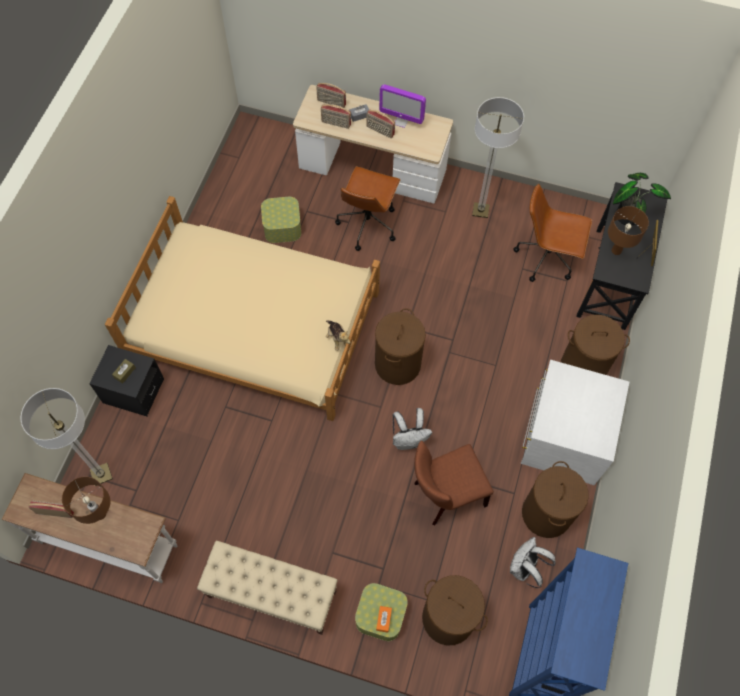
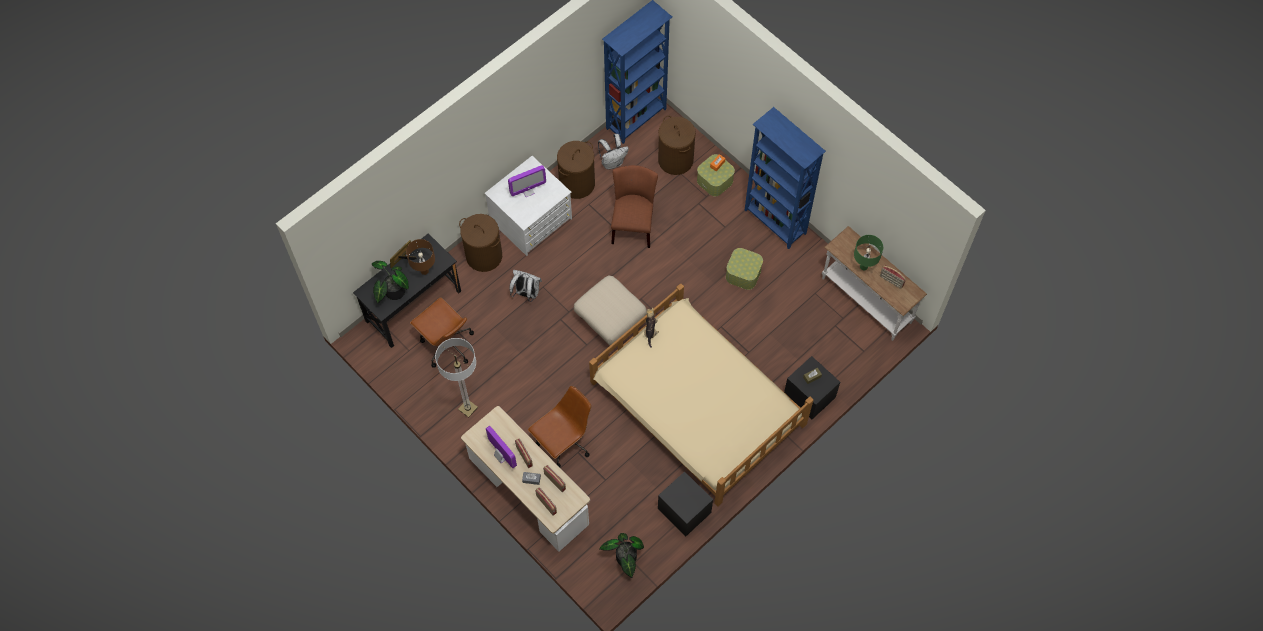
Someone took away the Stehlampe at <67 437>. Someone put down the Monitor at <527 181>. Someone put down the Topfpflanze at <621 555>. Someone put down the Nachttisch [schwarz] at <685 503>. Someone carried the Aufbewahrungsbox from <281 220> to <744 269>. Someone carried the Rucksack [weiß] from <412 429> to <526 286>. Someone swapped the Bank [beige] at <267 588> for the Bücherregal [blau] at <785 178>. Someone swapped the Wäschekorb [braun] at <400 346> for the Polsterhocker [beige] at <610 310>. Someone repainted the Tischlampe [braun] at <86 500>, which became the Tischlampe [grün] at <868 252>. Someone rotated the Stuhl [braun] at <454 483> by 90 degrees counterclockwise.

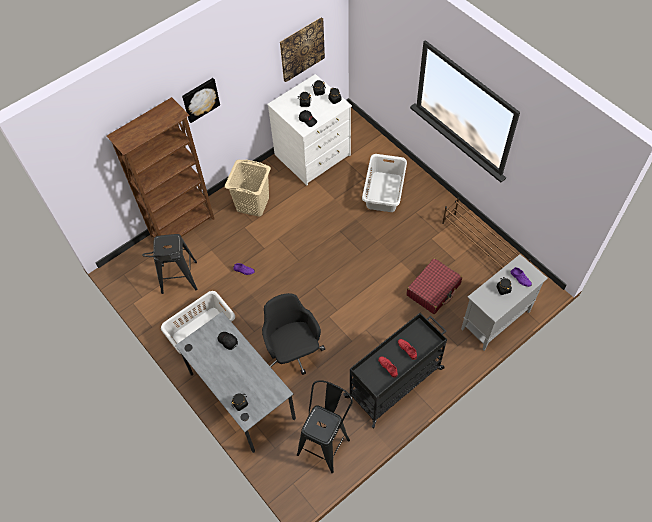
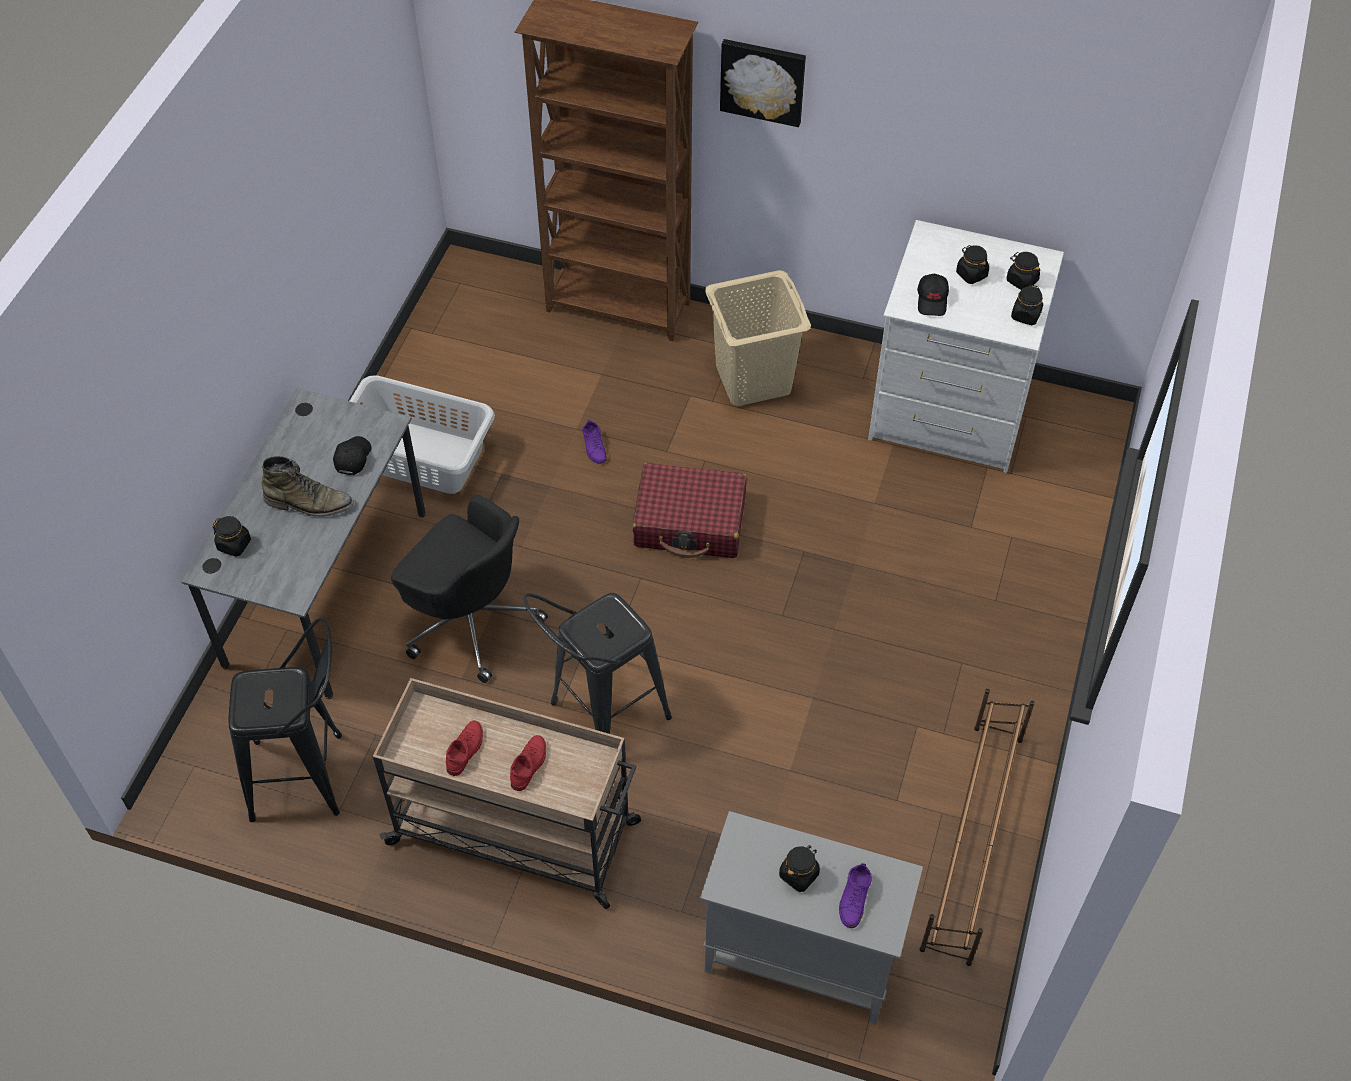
Someone took away the Bild at <302 49>. Someone took away the Wäschekorb [grau] at <384 183>. Someone put down the Stiefel [grün] at <308 486>. Someone carried the Hocker [schwarz] from <170 264> to <597 663>. Someone carried the Koffer [rot] from <434 286> to <689 510>. Someone repainted the Rollwagen [schwarz] at <395 370>, which became the Rollwagen [beige] at <507 793>. Someone rotated the Bürostuhl [schwarz] at <293 334> by 90 degrees clockwise.

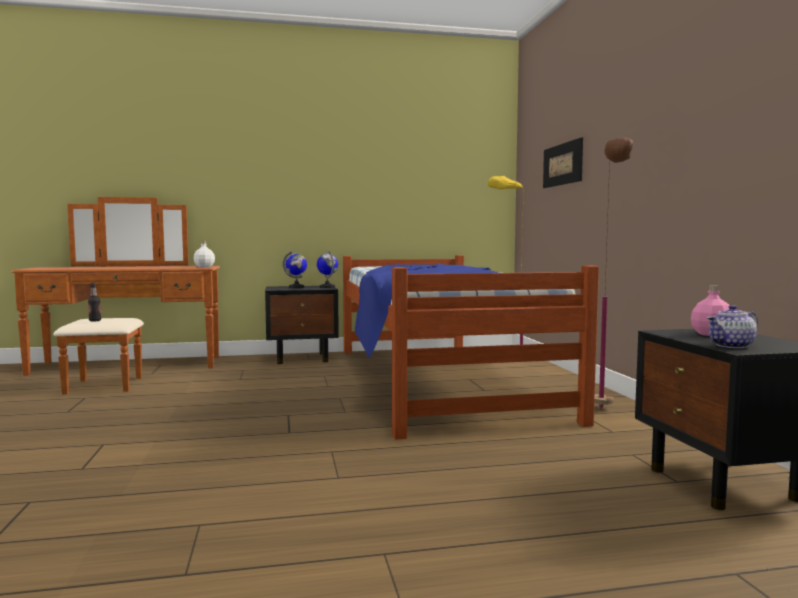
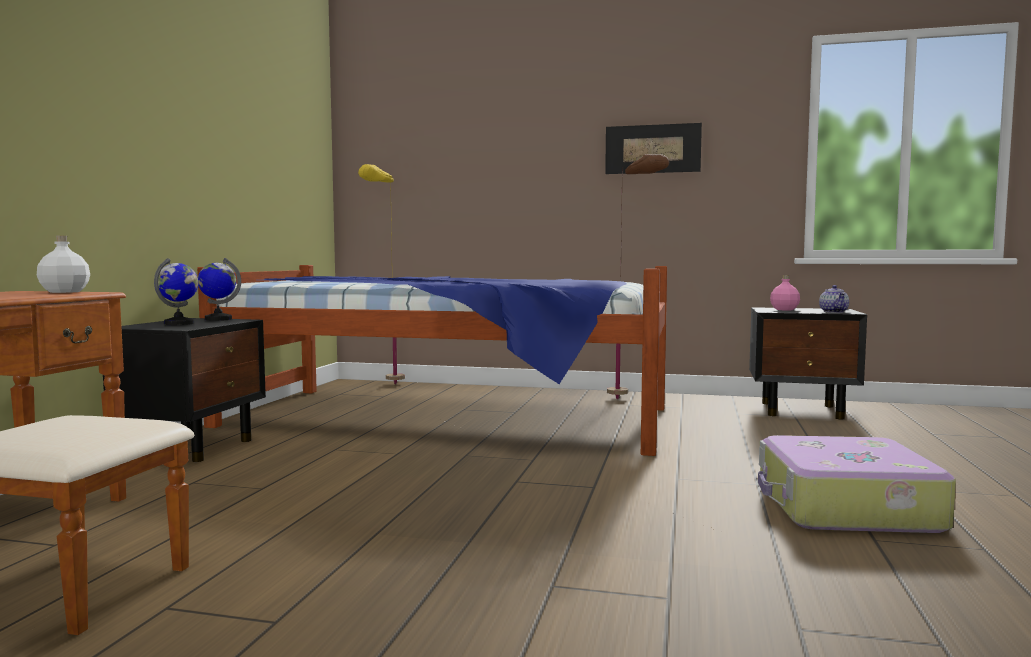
Someone took away the Flasche at <94 302>. Someone put down the Koffer at <857 484>. Someone carried the Bild from <563 162> to <653 148>.

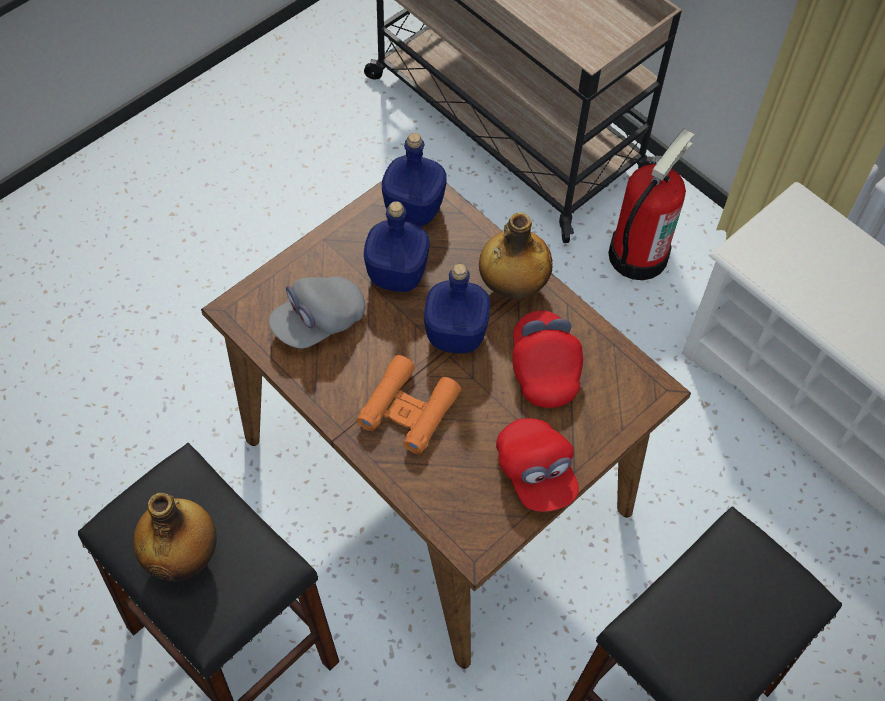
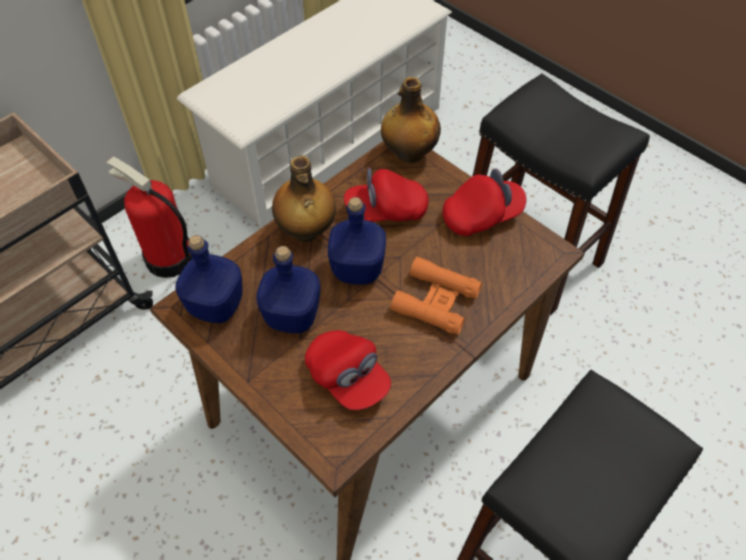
Someone carried the Flasche from <175 537> to <411 120>. Someone repainted the Kappe [grau] at <317 312>, which became the Kappe [rot] at <348 370>.

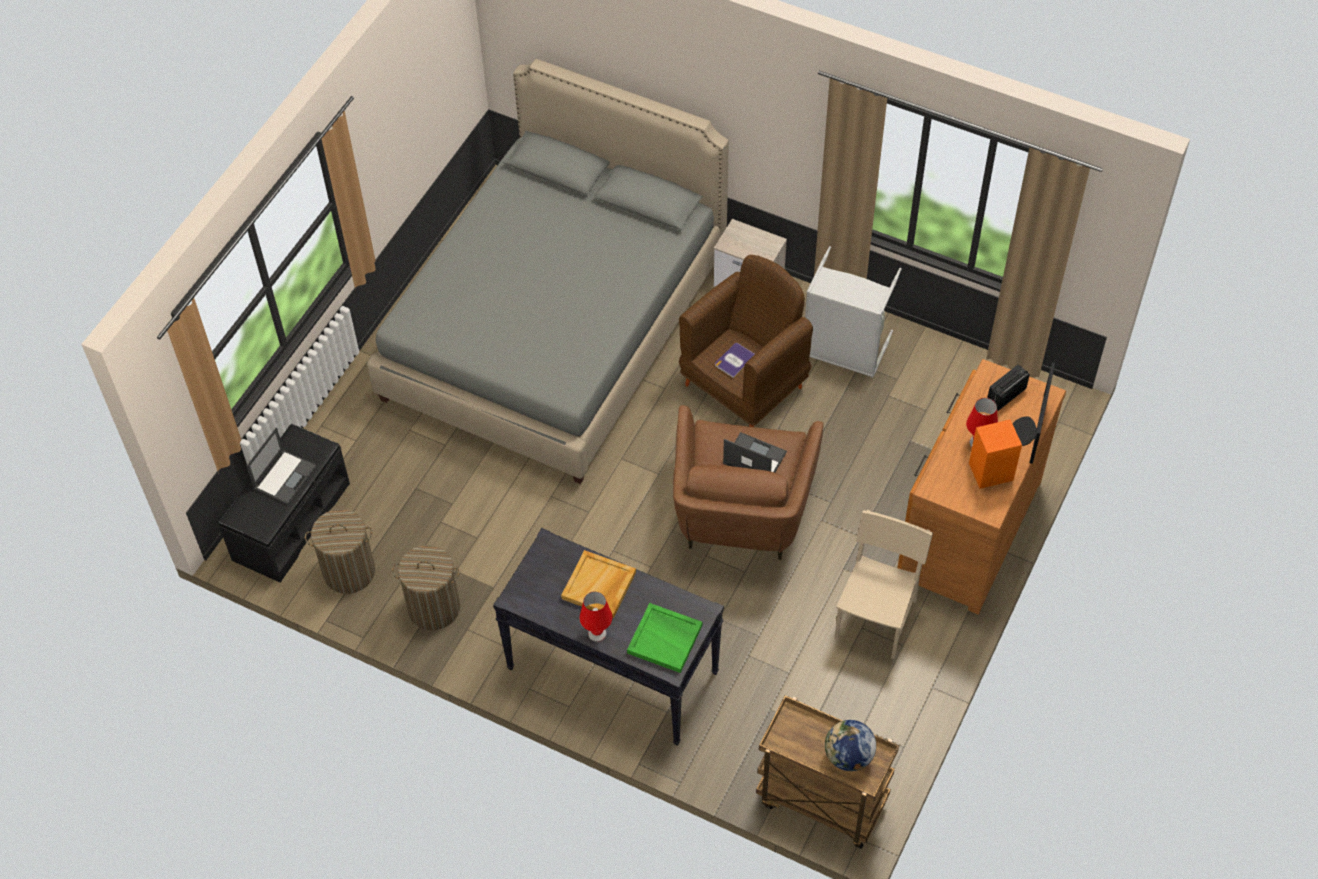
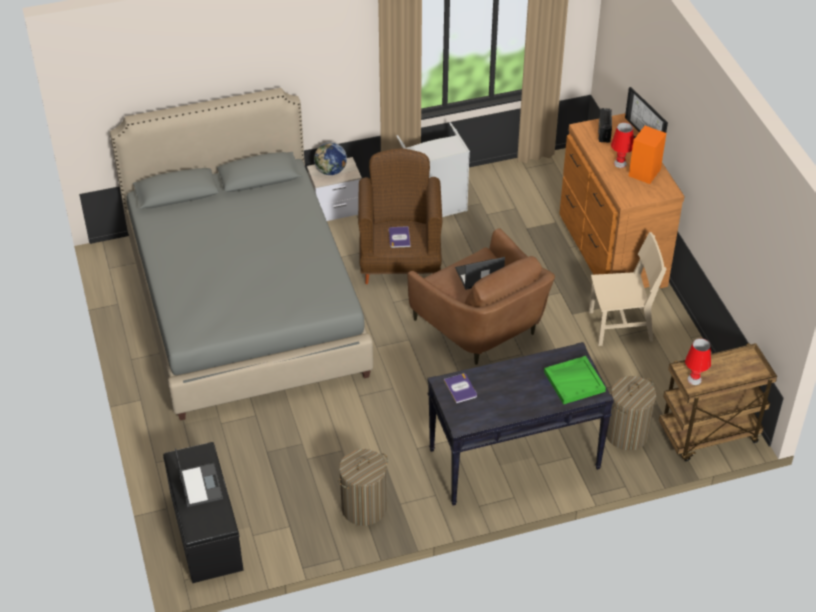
Someone took away the Tablett [beige] at <598 584>. Someone put down the Buch at <460 388>. Someone carried the Wäschekorb from <340 551> to <631 413>. Someone carried the Tischlampe [rot] from <596 617> to <698 361>. Someone carried the Globus from <850 745> to <330 158>. Someone rotated the Stuhl [beige] at <883 584> by 105 degrees clockwise.

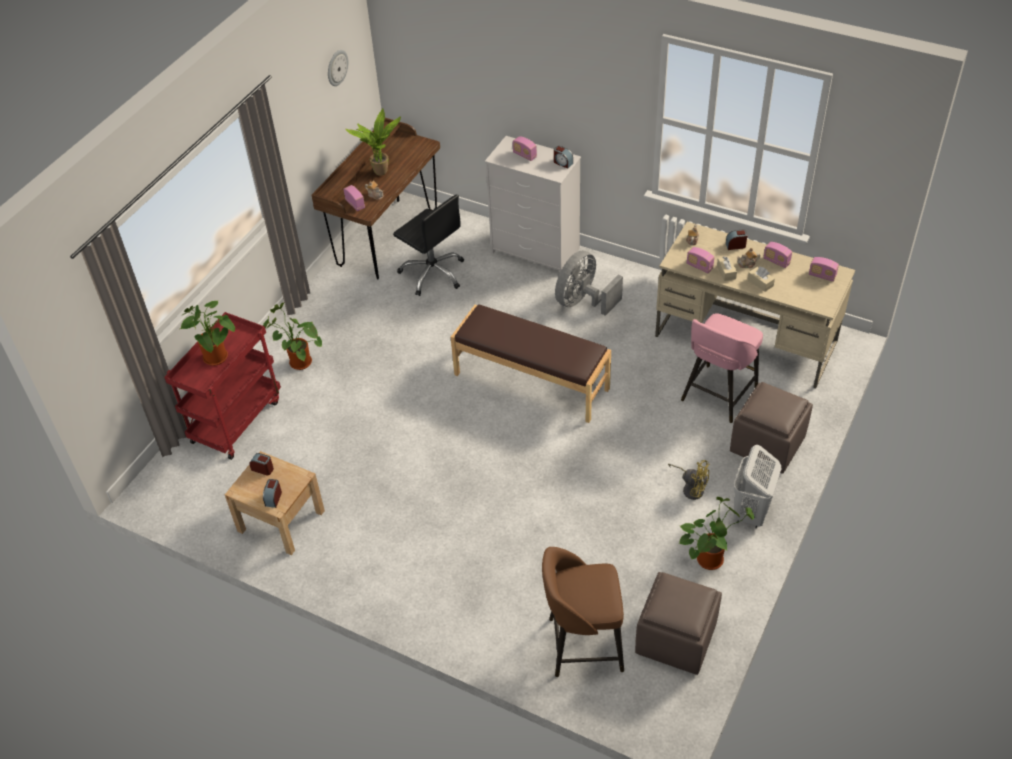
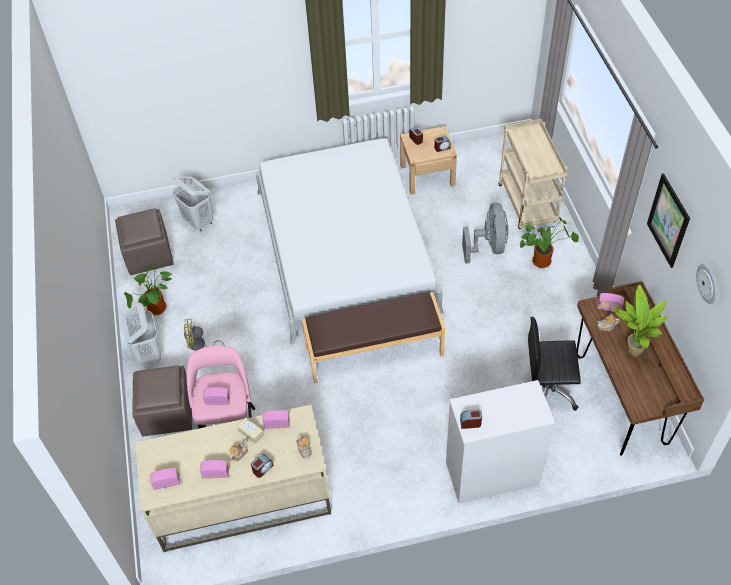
Someone took away the Topfpflanze at <207 333>. Someone took away the Taschentuchbox [beige] at <761 279>. Someone put down the Bett [weiß] at <350 241>. Someone put up the Bild at <668 220>. Someone carried the Radio from <525 148> to <216 396>. Someone carried the Ventilator [grau] from <589 283> to <485 233>. Someone swapped the Hocker [braun] at <583 612> for the Wäschekorb [weiß] at <192 204>. Someone repainted the Rollwagen [rot] at <222 386>, which became the Rollwagen [beige] at <533 174>.

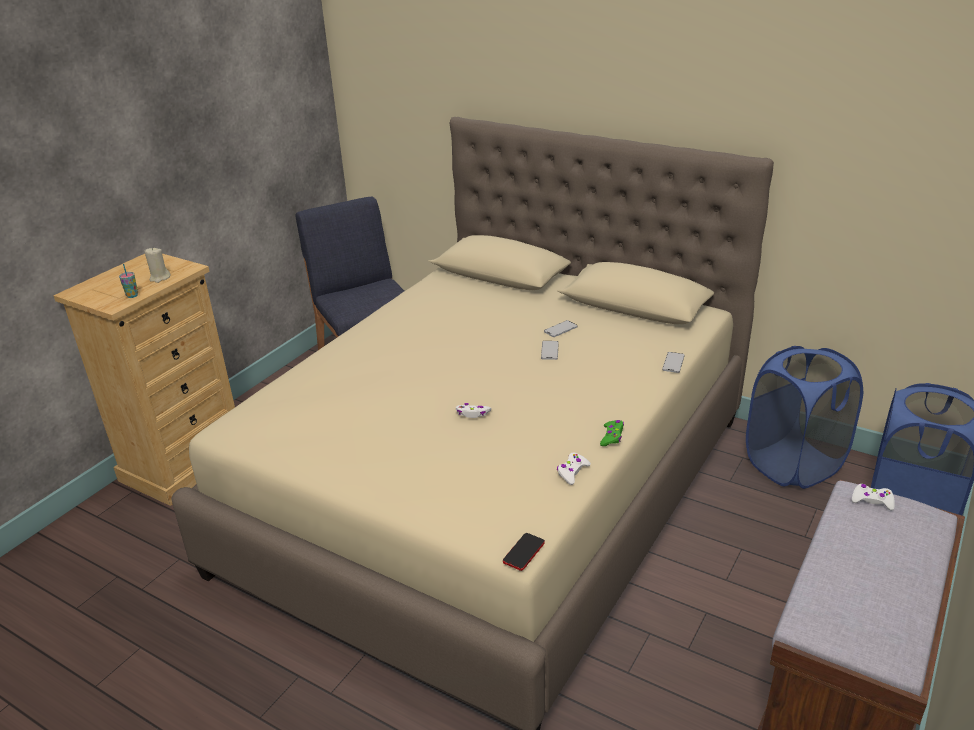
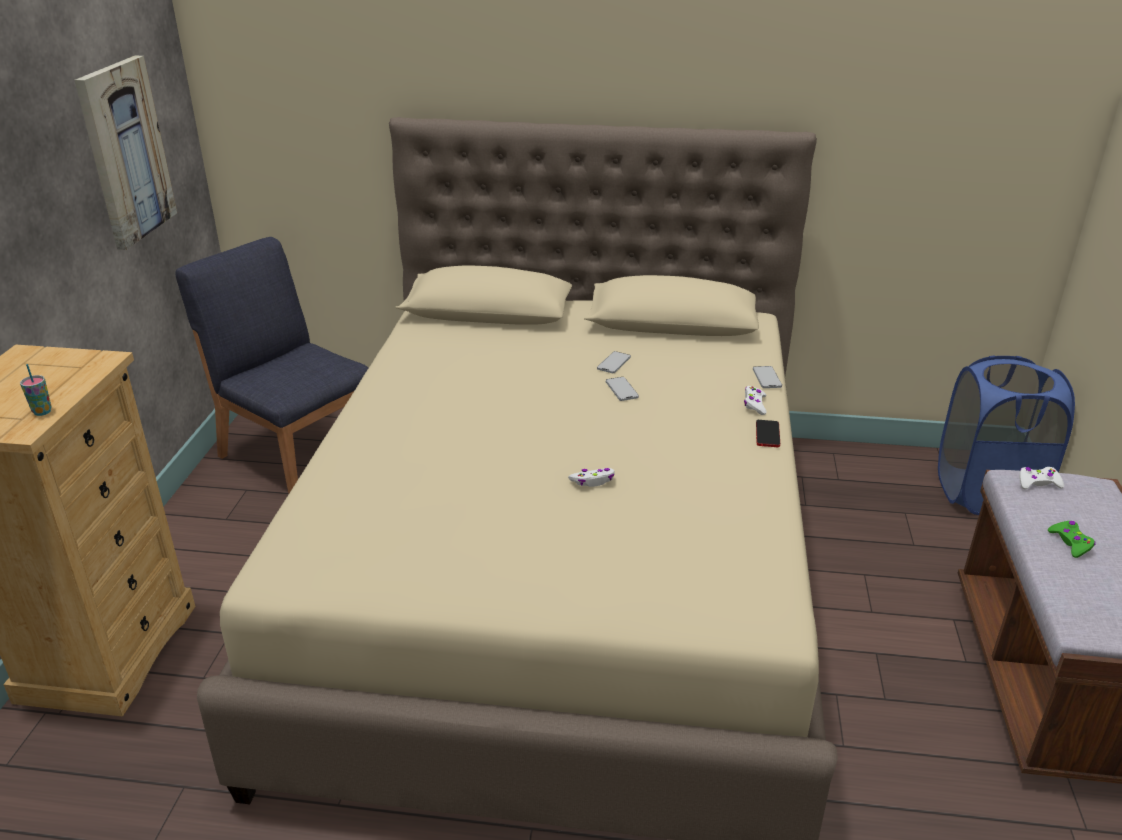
Someone took away the Kerze [beige] at <157 265>. Someone took away the Wäschekorb [blau] at <804 417>. Someone put up the Bild at <126 153>. Someone carried the Handy from <524 552> to <768 433>. Someone carried the Gamepad [weiß] from <574 468> to <755 400>. Someone carried the Gamepad [grün] from <612 433> to <1071 539>.

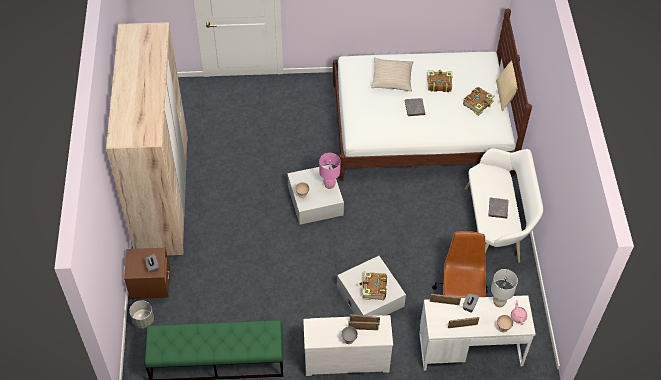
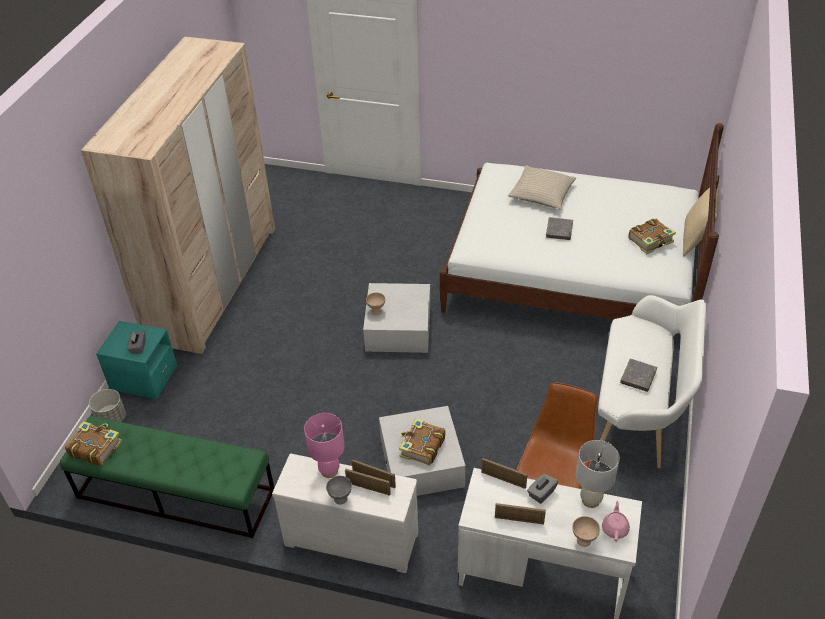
Someone carried the Tischlampe [rosa] from <330 171> to <324 445>. Someone carried the Buch from <440 81> to <93 443>. Someone repainted the Nachttisch [braun] at <147 273>, which became the Nachttisch [türkis] at <136 360>.

